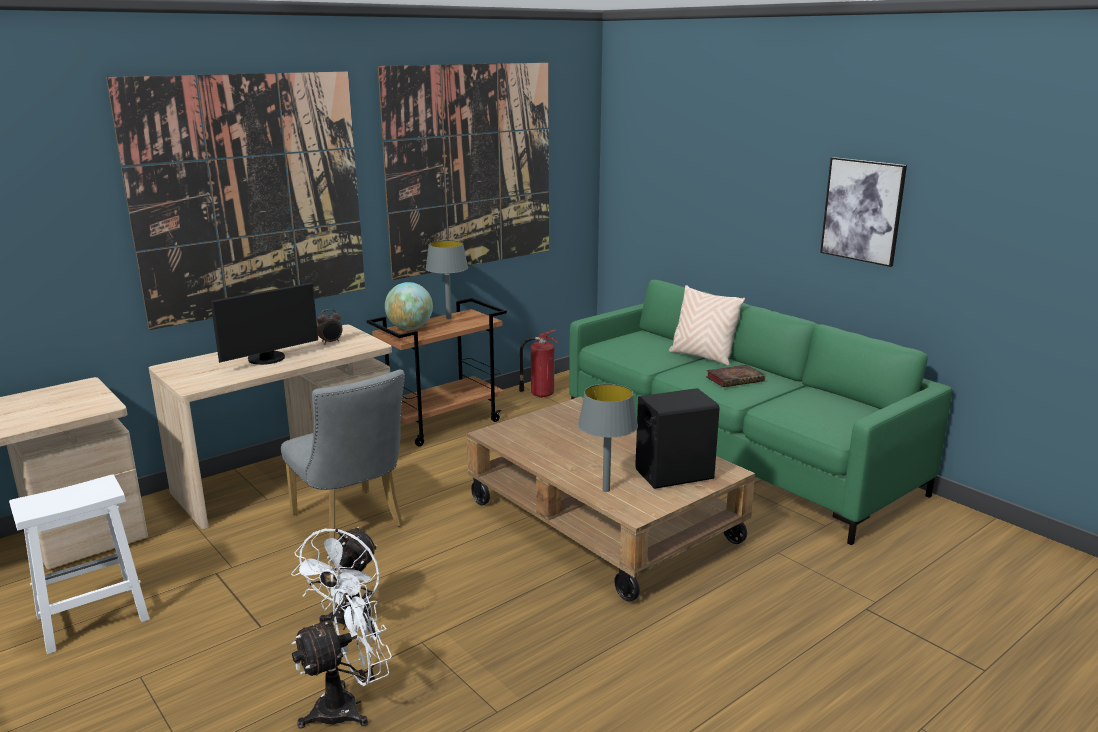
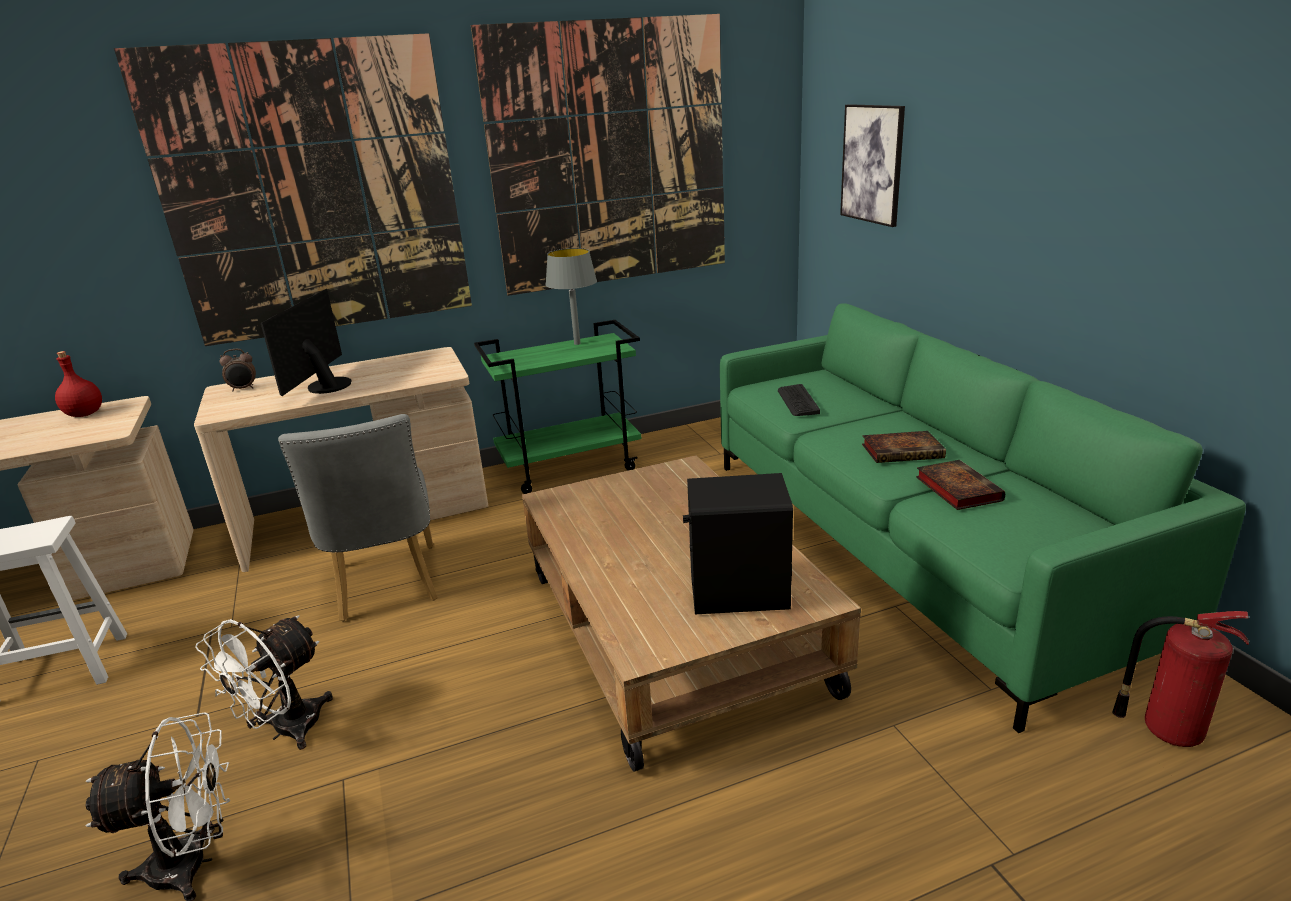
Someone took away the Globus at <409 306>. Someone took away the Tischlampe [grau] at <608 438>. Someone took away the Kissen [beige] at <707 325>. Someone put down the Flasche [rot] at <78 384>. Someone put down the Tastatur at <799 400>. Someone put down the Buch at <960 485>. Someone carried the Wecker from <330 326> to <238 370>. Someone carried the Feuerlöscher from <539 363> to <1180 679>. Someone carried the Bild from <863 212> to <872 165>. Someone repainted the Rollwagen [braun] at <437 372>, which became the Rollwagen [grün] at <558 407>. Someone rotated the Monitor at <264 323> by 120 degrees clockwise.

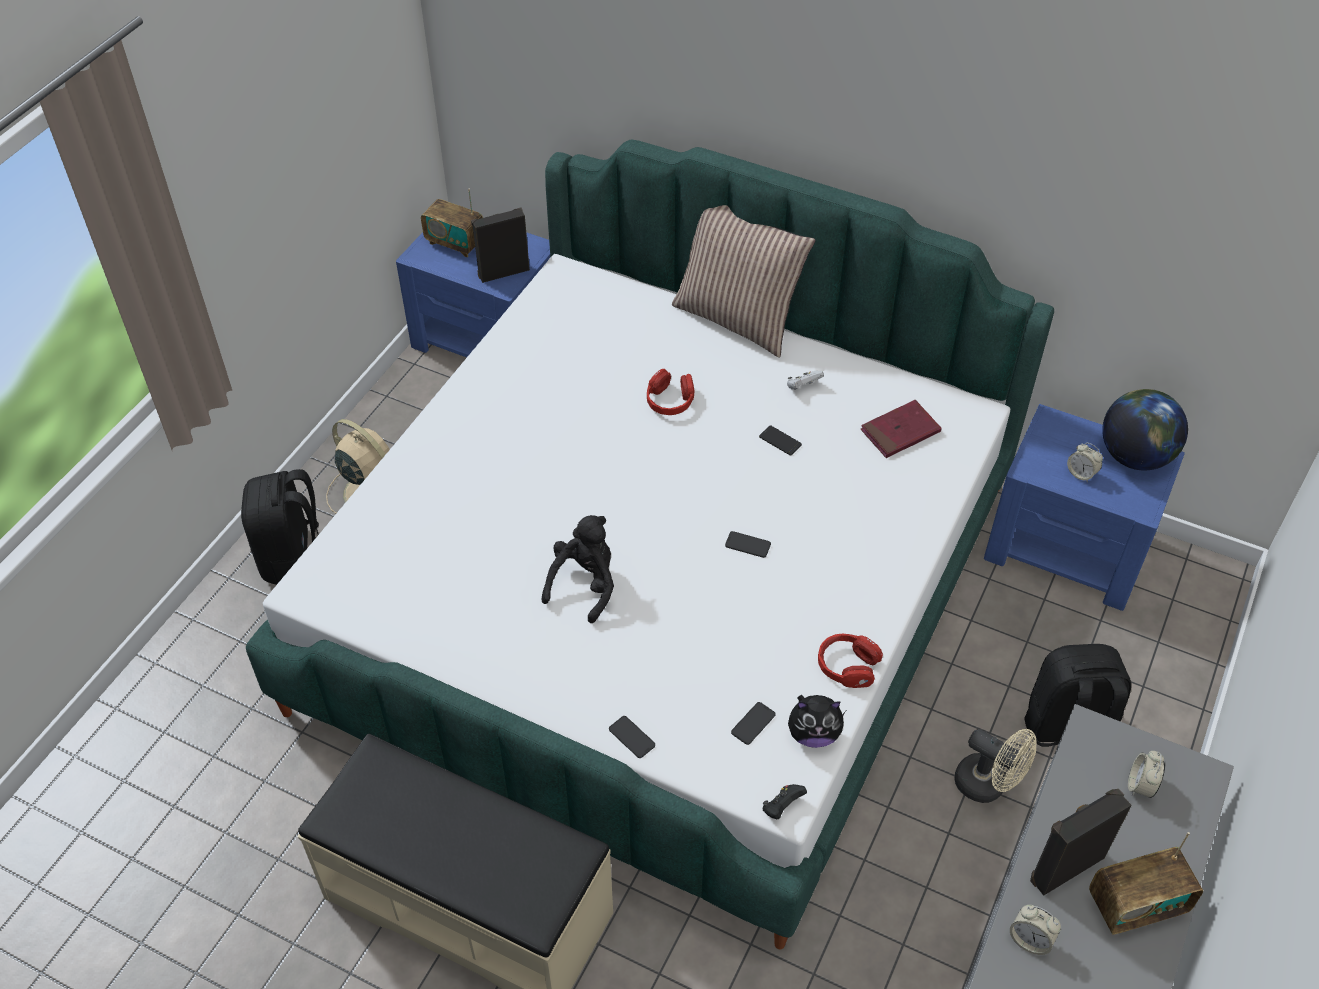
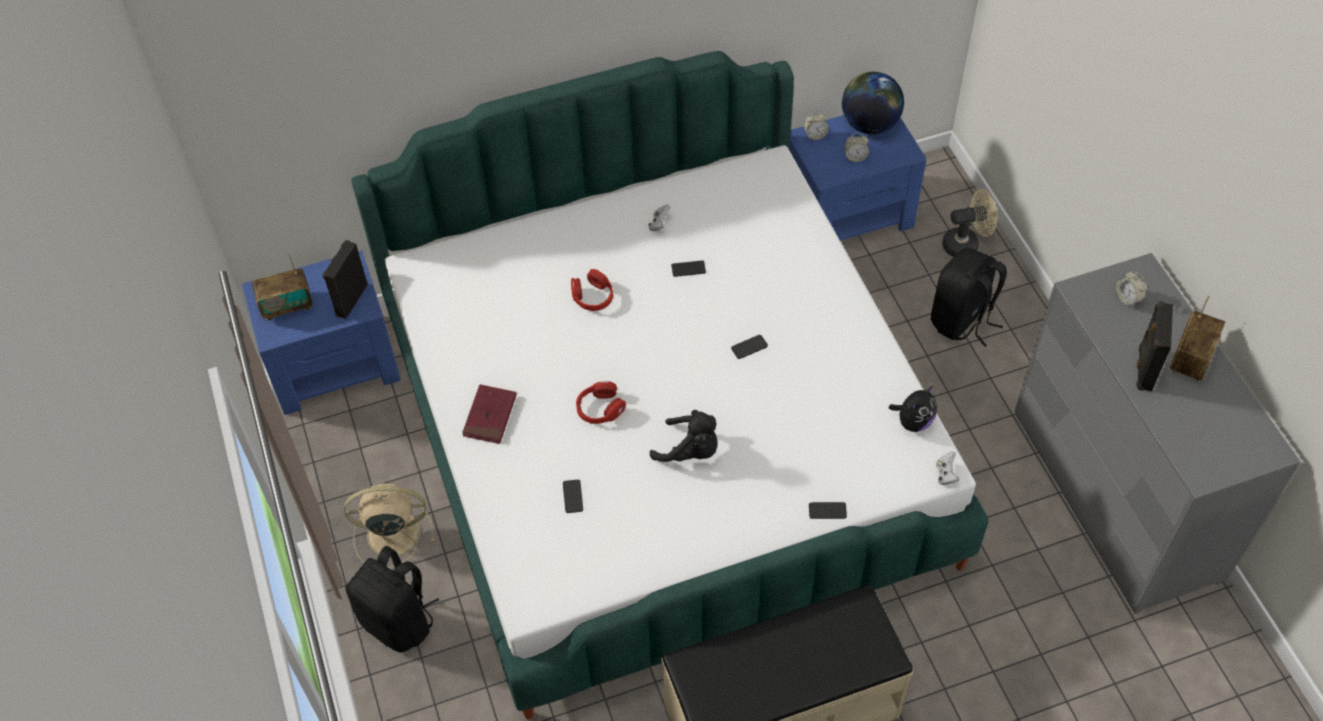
Someone took away the Kissen at <744 281>. Someone carried the Handy from <753 723> to <573 496>. Someone carried the Kopfhörer [rot] from <850 661> to <601 402>. Someone carried the Buch [rot] from <901 429> to <489 414>. Someone carried the Ventilator [beige] from <995 766> to <970 223>. Someone carried the Wecker from <1035 930> to <816 125>. Someone repainted the Gamepad [schwarz] at <785 801>, which became the Gamepad [weiß] at <948 468>. Someone rotated the Plüschtier [schwarz] at <578 569> by 135 degrees clockwise.

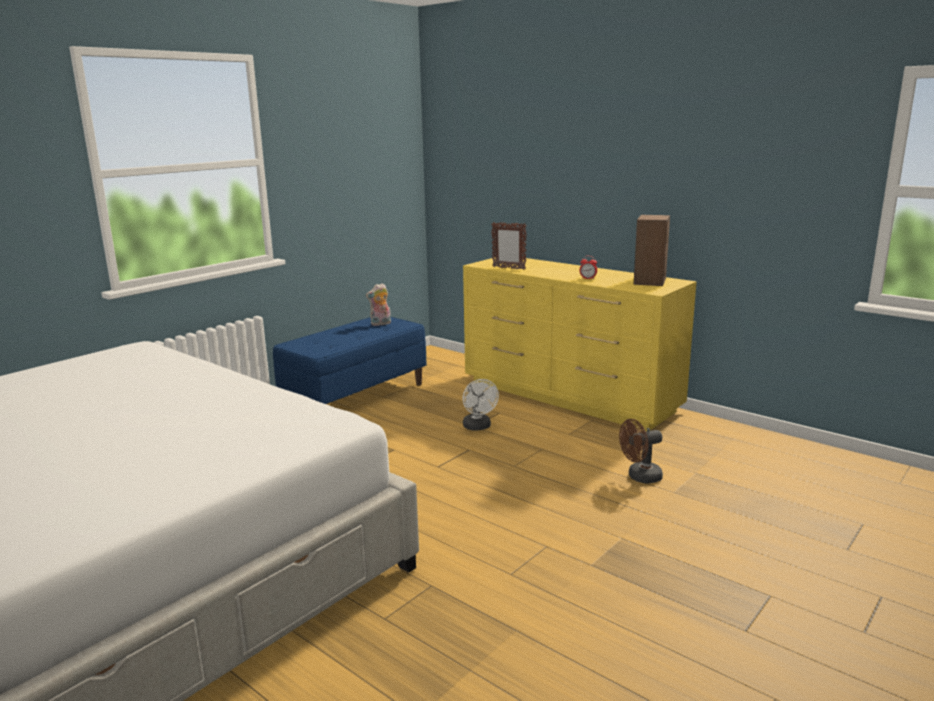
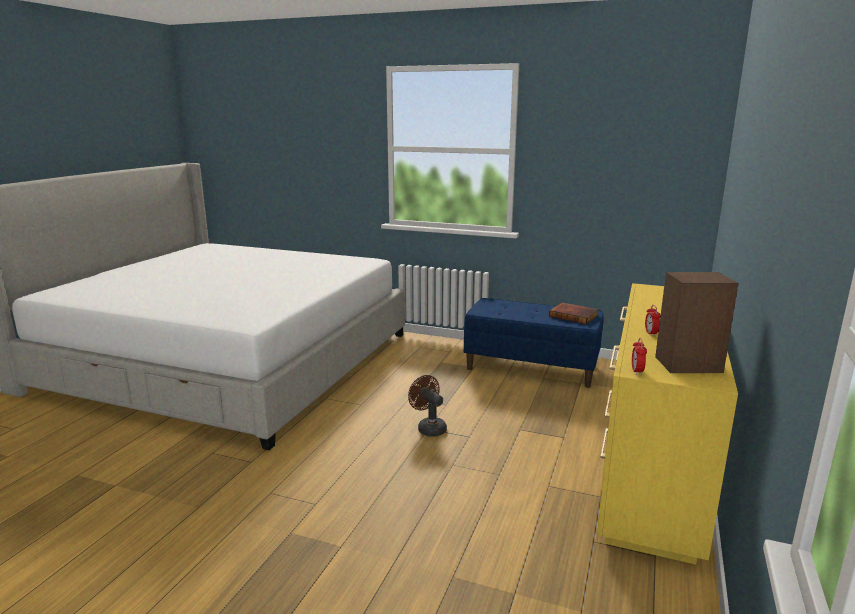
Someone took away the Ventilator [weiß] at <480 405>. Someone took away the Bilderrahmen at <509 246>. Someone put down the Wecker at <639 356>. Someone carried the Ventilator [braun] from <641 451> to <427 406>. Someone swapped the Plüschtier at <378 304> for the Buch at <574 313>.

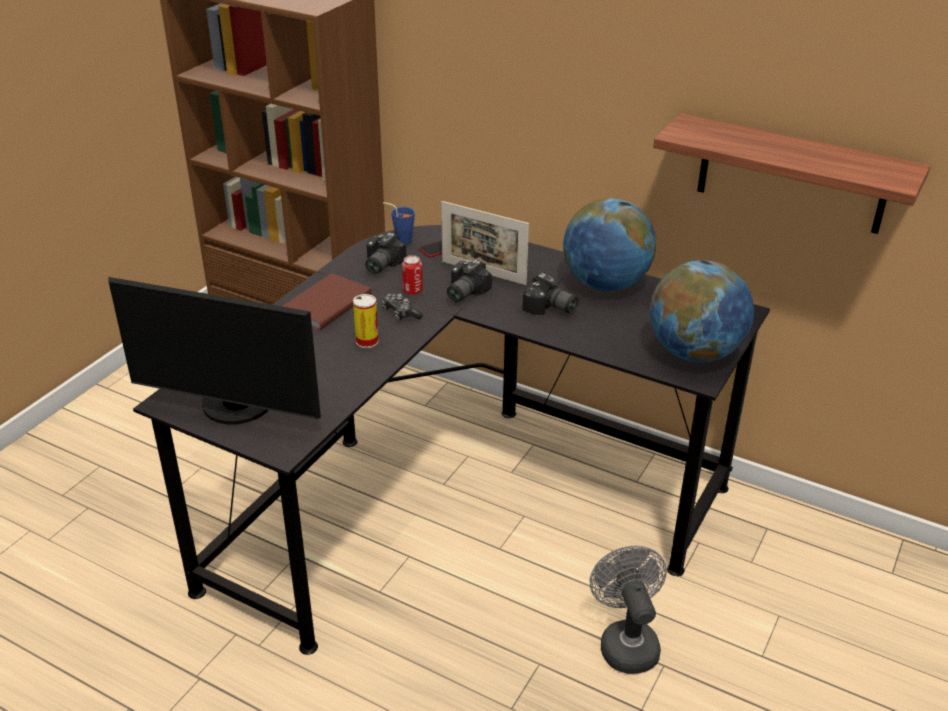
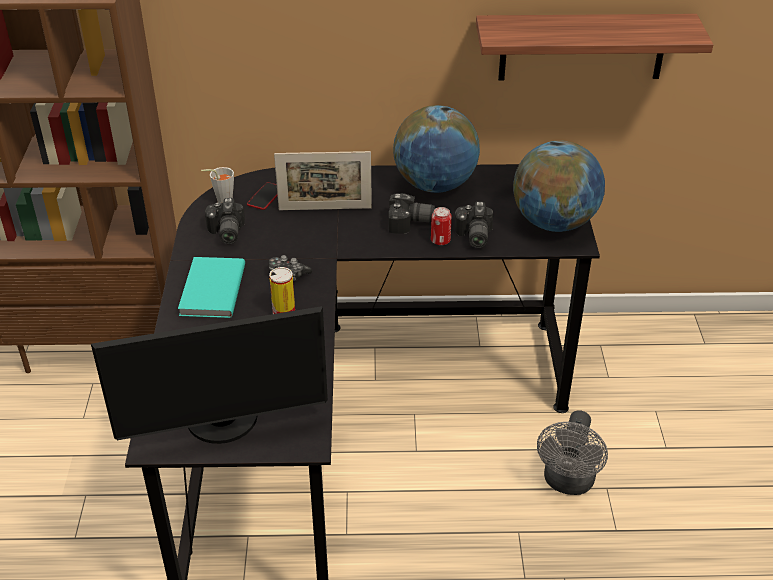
Someone carried the Dose from <412 275> to <441 226>. Someone carried the Kamera from <469 281> to <473 224>. Someone repainted the Buch [braun] at <326 302>, which became the Buch [türkis] at <211 287>. Someone repainted the Tasse [blau] at <399 223>, which became the Tasse [grau] at <217 185>. Someone rotated the Ventilator [grau] at <628 610> by 120 degrees counterclockwise.

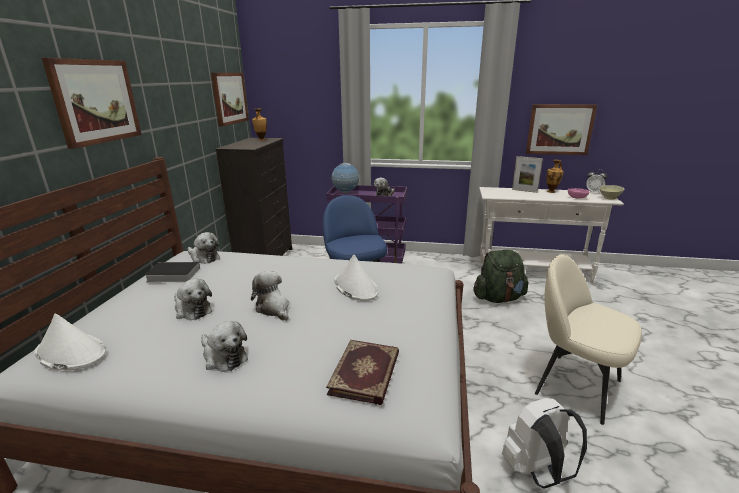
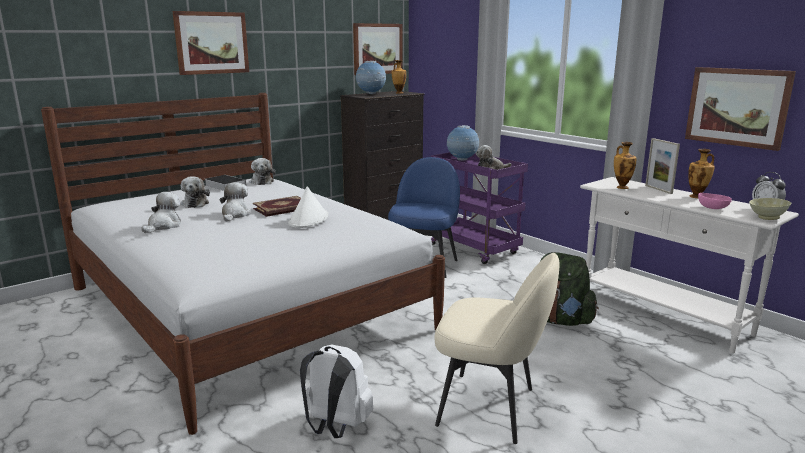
Someone took away the Hut [weiß] at <70 342>. Someone put down the Globus at <371 77>. Someone put down the Vase at <625 165>. Someone carried the Buch from <362 372> to <277 206>. Someone rotated the Plüschtier at <224 346> by 150 degrees counterclockwise. Someone rotated the Stuhl [beige] at <588 339> by 120 degrees clockwise.

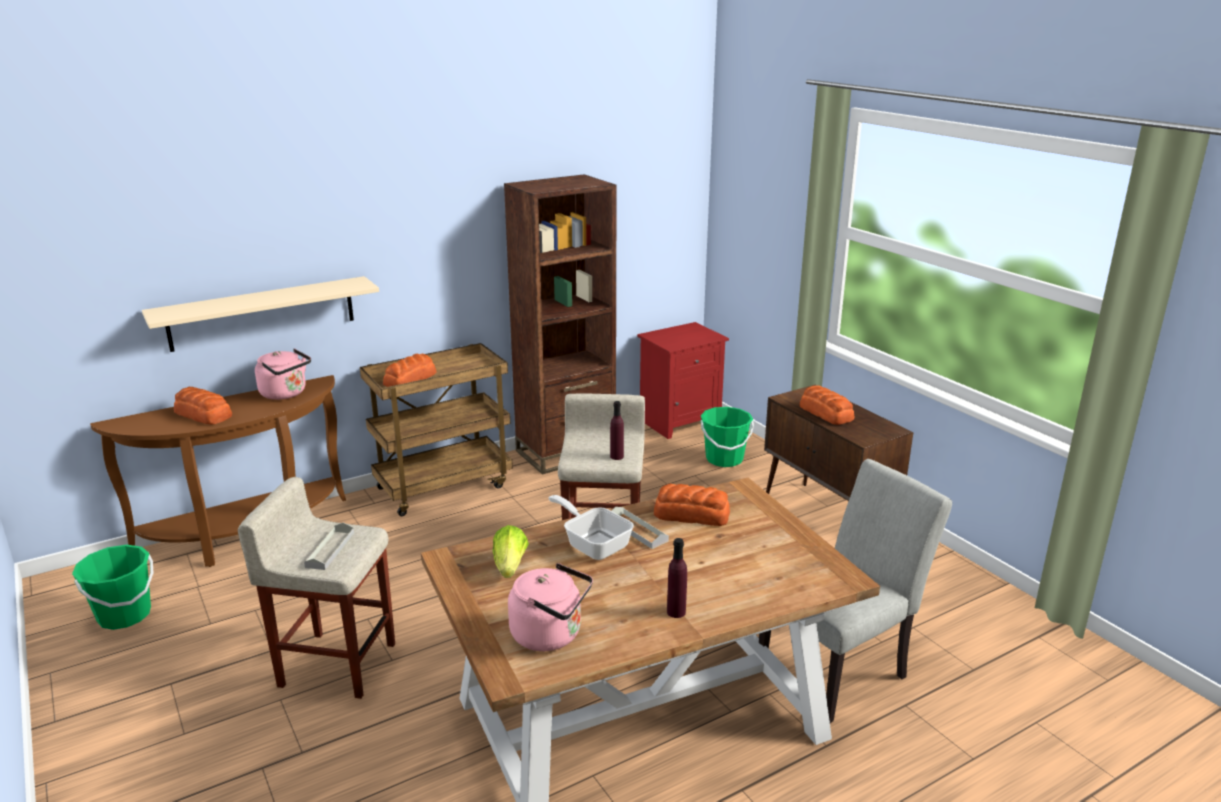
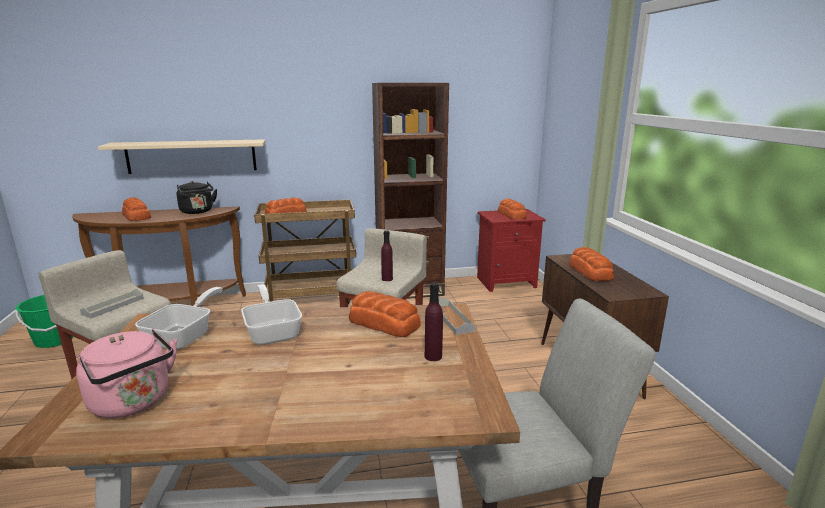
Someone took away the Eimer [grün] at <727 437>. Someone put down the Brot at <512 209>. Someone carried the Tablett [grau] from <640 528> to <457 316>. Someone carried the Flasche [lila] from <677 578> to <434 321>. Someone swapped the Salatkopf at <510 551> for the Pfanne at <179 318>. Someone repainted the Wasserkessel [rosa] at <283 374>, which became the Wasserkessel [schwarz] at <196 197>.

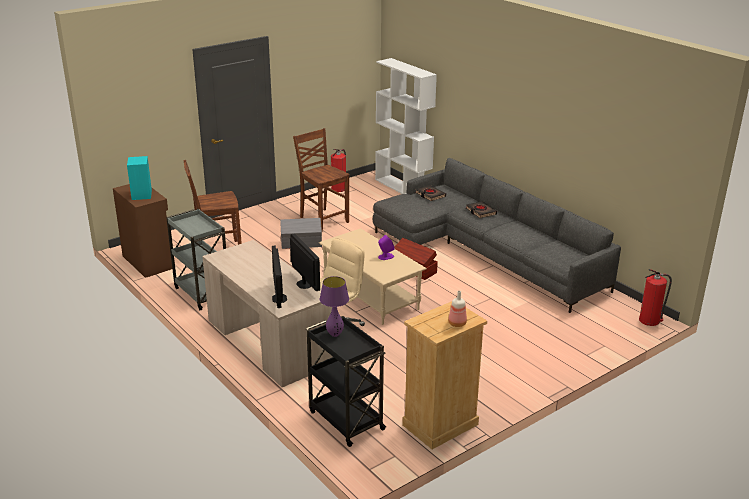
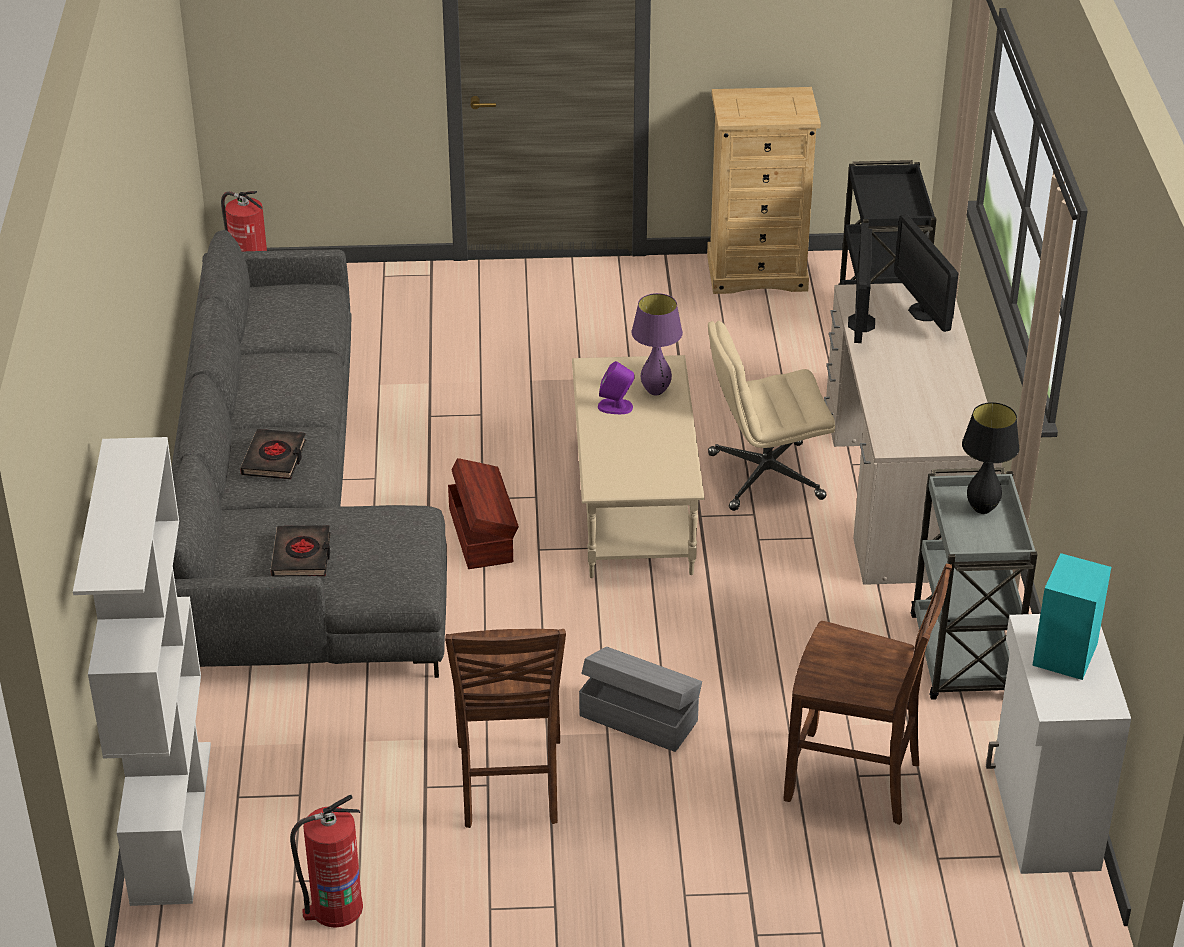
Someone took away the Flasche at <457 309>. Someone put down the Tischlampe [schwarz] at <991 458>. Someone carried the Tischlampe [lila] from <334 306> to <657 344>. Someone repainted the Schrank [braun] at <142 231>, which became the Schrank [weiß] at <1058 744>. Someone rotated the Monitor at <279 277> by 135 degrees clockwise.

